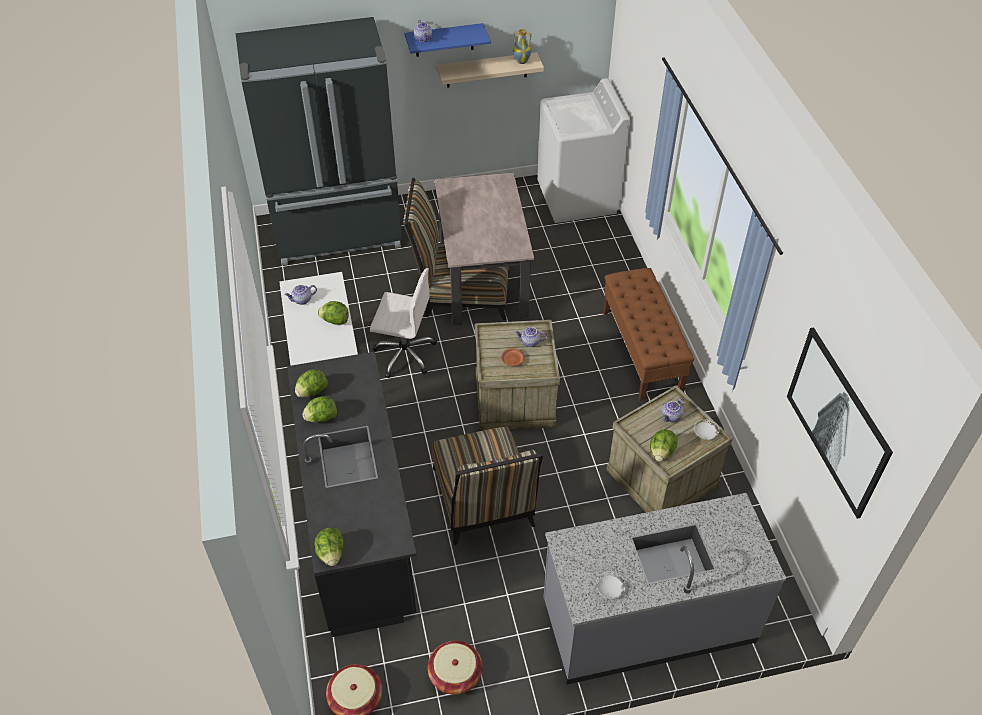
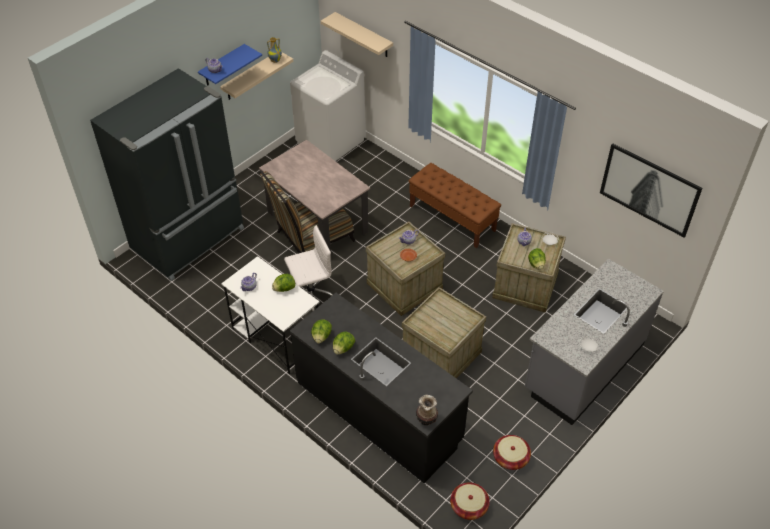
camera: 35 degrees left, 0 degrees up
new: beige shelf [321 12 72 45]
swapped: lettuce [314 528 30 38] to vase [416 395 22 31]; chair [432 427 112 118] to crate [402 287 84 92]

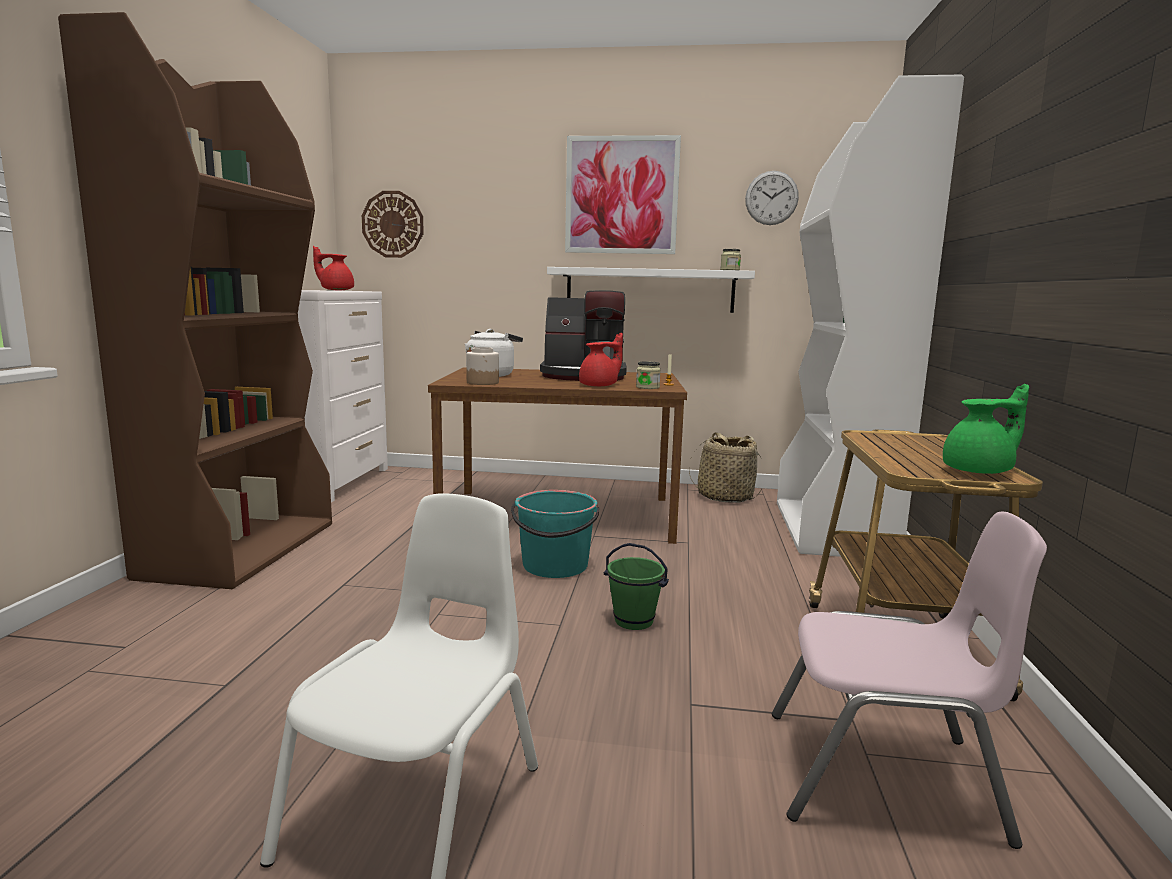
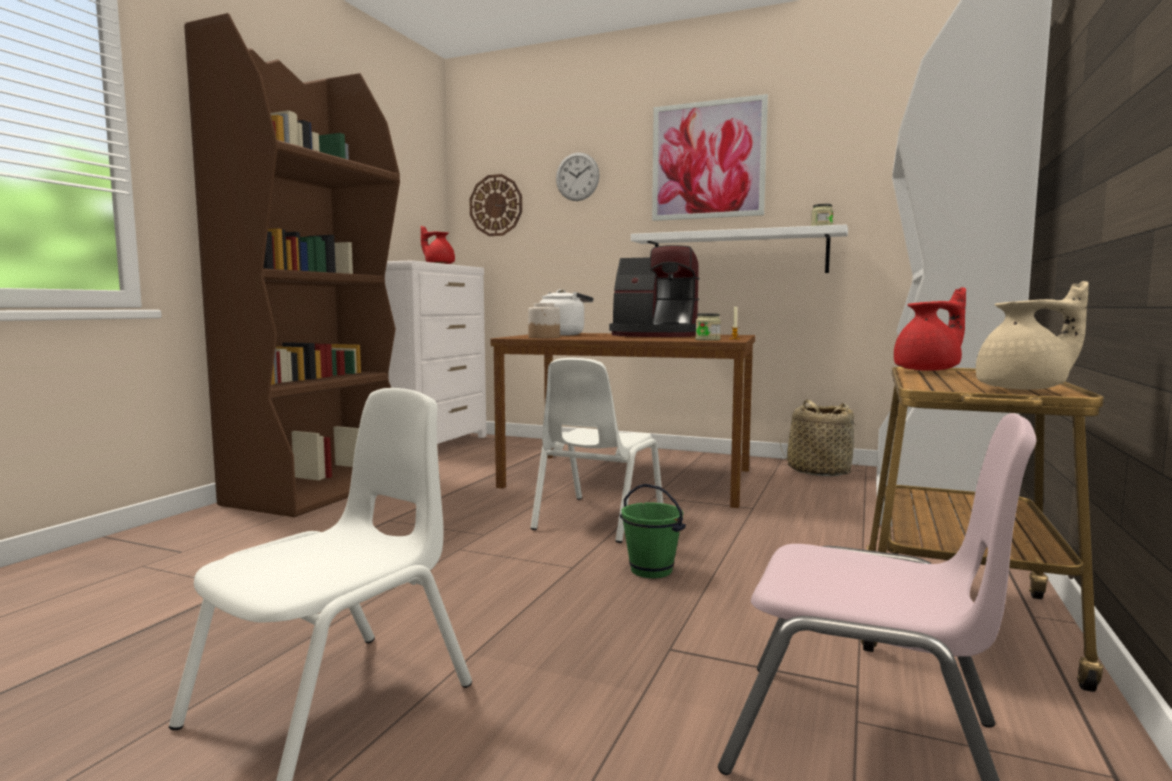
camera: 15 degrees right, 5 degrees down
shifted: red teapot [579 333 44 53] to [894 287 72 84]; wall clock [745 171 54 54] to [556 152 44 49]
swapped: turquoise bucket [511 490 88 88] to white chair [530 358 133 185]
repainted: green teapot [943 384 86 90] to beige teapot [976 281 113 108]

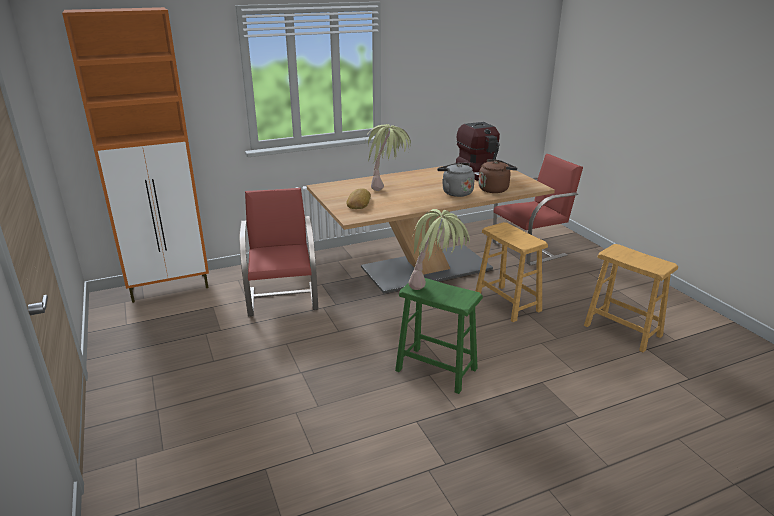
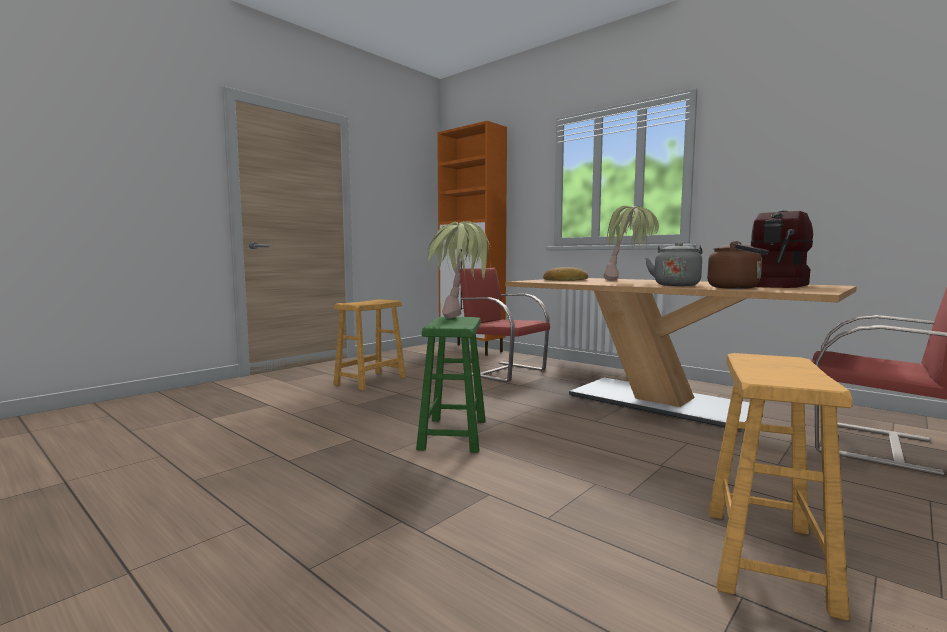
camera: 65 degrees right, 20 degrees down
shifted: brown stool [476 222 72 100] to [333 299 73 92]
rotated: red chair [240 188 78 129] = [460 268 90 114] 105 degrees counterclockwise

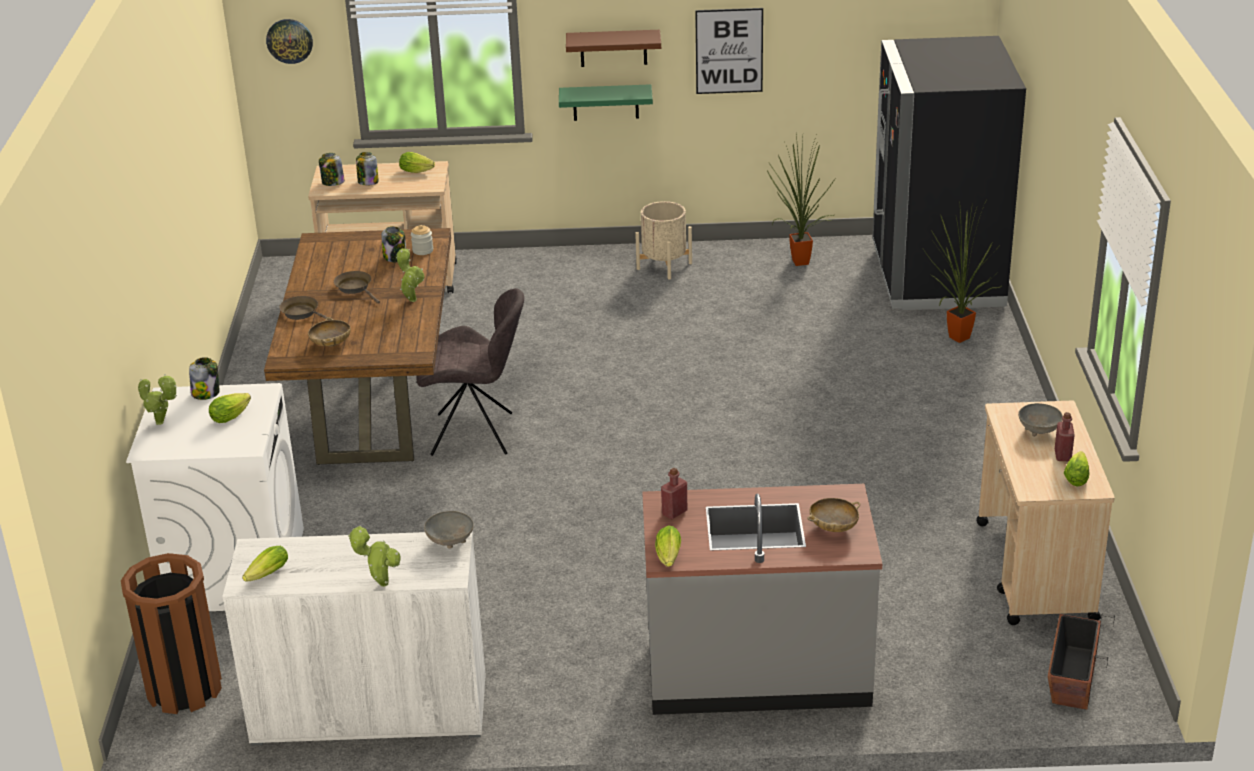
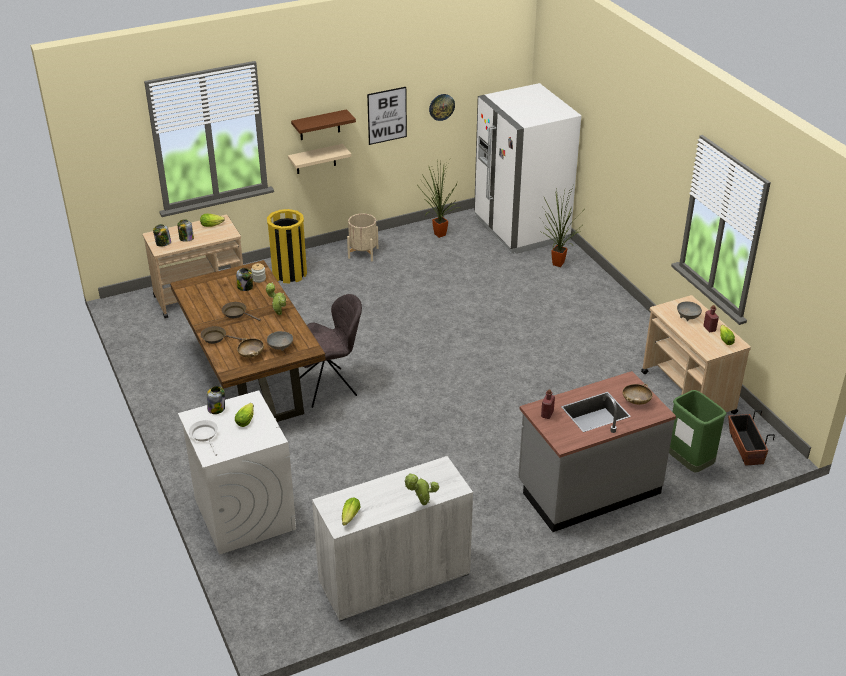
camera: 25 degrees left, 5 degrees up
gone: brown trash can [121 553 101 161]; lettuce [655 525 26 42]
new: yellow trash can [267 209 40 74]; green trash can [669 390 57 82]
shifted: wall clock [266 19 47 45] to [429 94 26 27]; grey bowl [424 511 50 38] to [267 331 26 20]
swapped: potted plant [138 374 39 51] to white frying pan [189 420 29 36]
repainted: green shelf [559 84 94 37] to beige shelf [288 144 63 30]; black fridge [873 36 153 274] to white fridge [474 83 107 171]

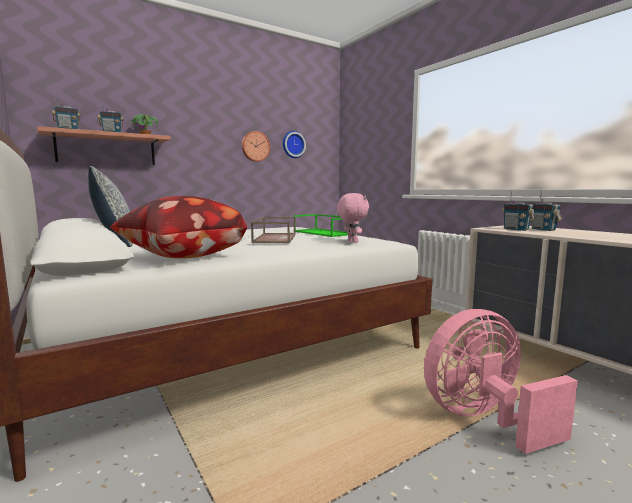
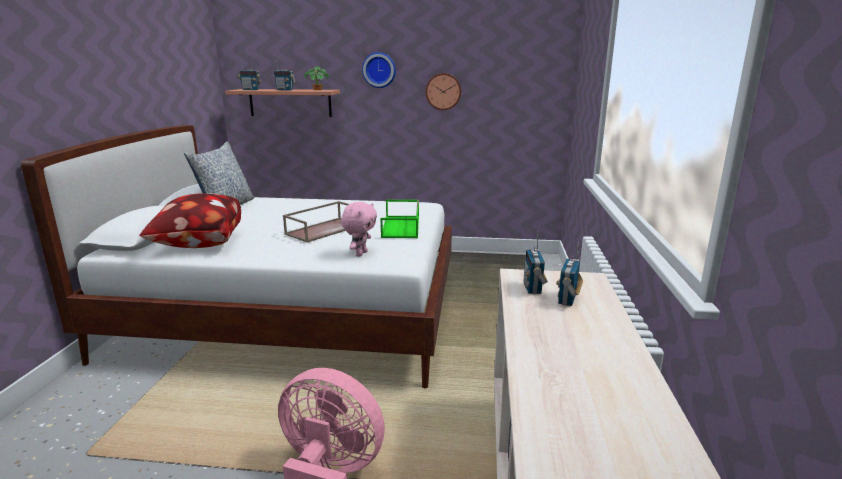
camera: 40 degrees right, 10 degrees up
shifted: wall clock [283 131 23 27] to [362 52 34 36]

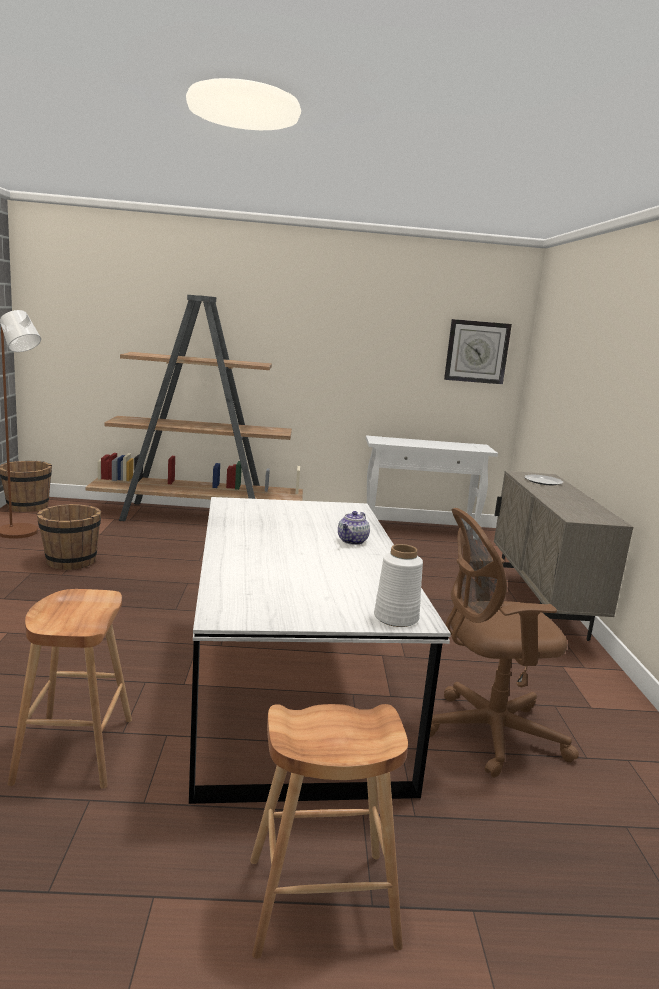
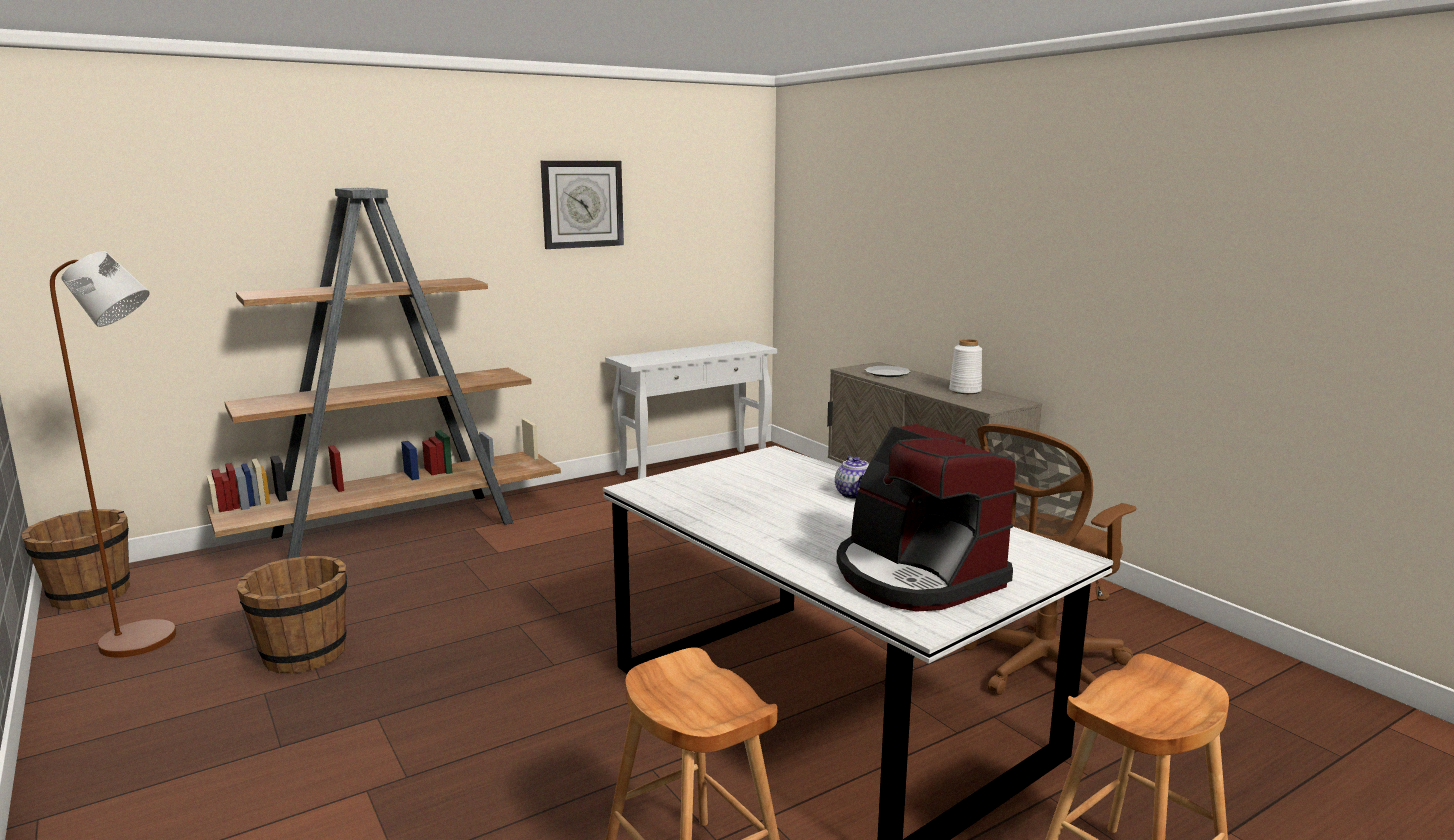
camera: 30 degrees left, 0 degrees up
new: coffee machine [836 424 180 188]
shifted: white vase [374 544 49 83] to [949 339 33 55]; wall clock [444 319 68 65] to [541 161 83 88]

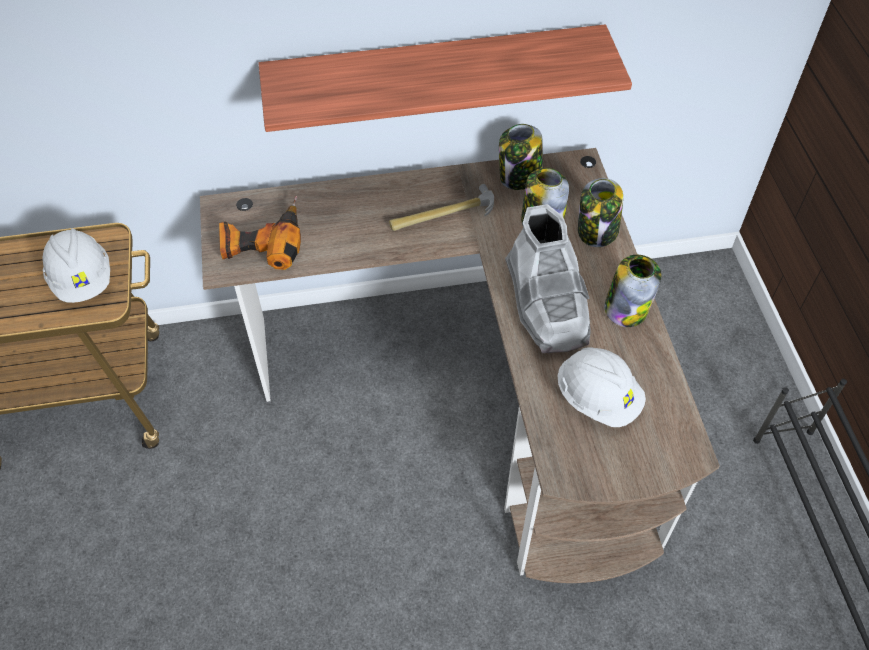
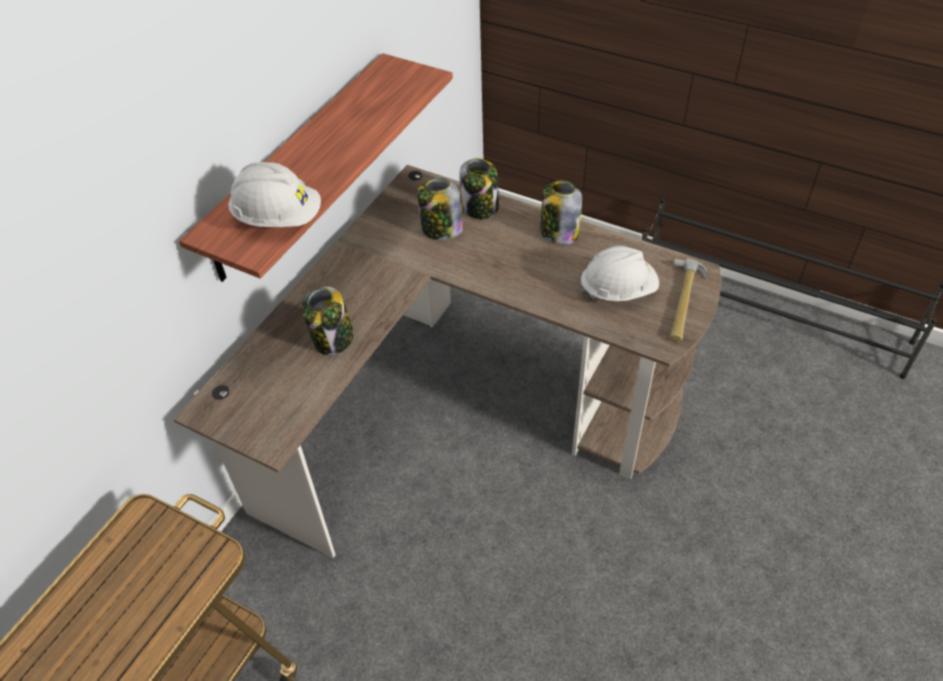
camera: 50 degrees left, 5 degrees down
gone: power drill [219 196 82 74]; grey boot [505 204 85 149]
shifted: white hard hat [42 228 68 75] to [228 162 93 65]; hammer [389 184 105 47] to [670 258 38 84]; jar [499 124 44 66] to [302 286 52 69]

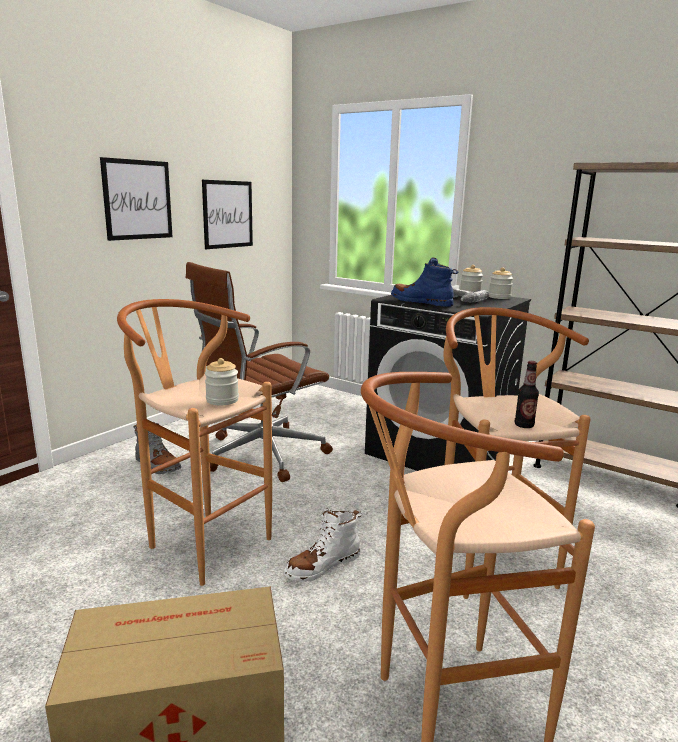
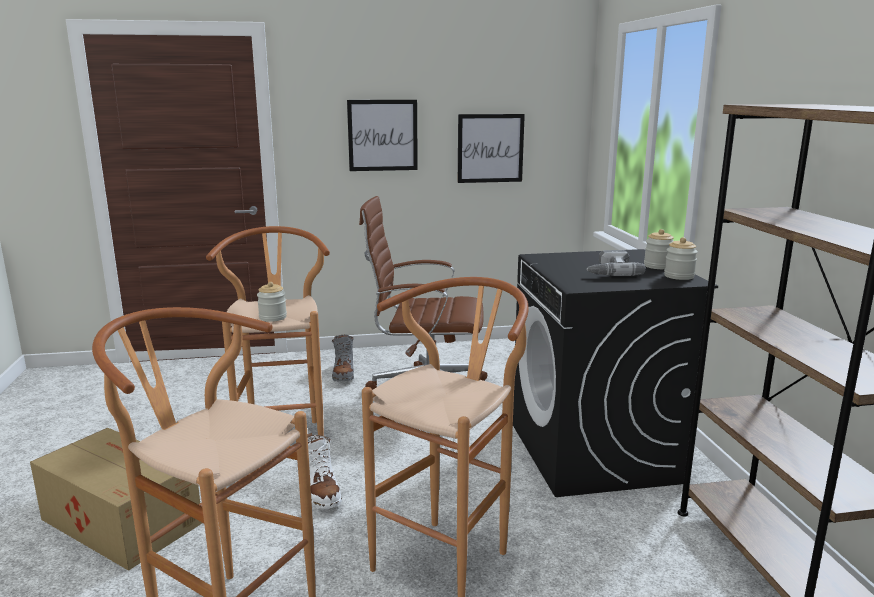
camera: 45 degrees right, 0 degrees up
gone: blue boot [391 257 67 50]; bottle [515 361 24 67]
rotated: white boot [284 509 78 73] = [307 433 35 76] 120 degrees counterclockwise

